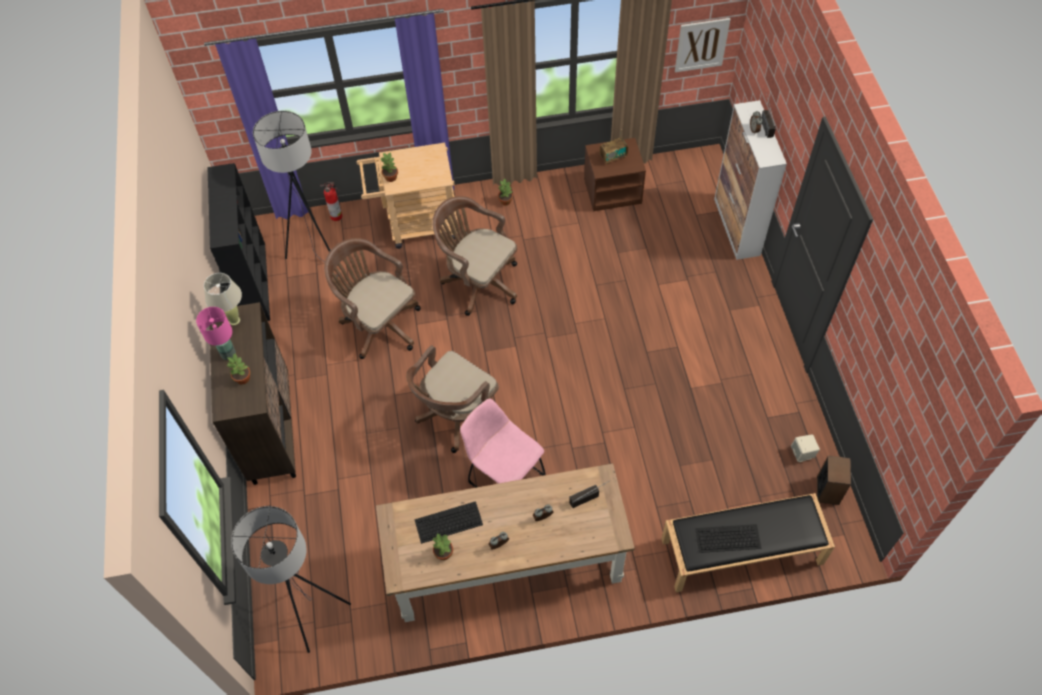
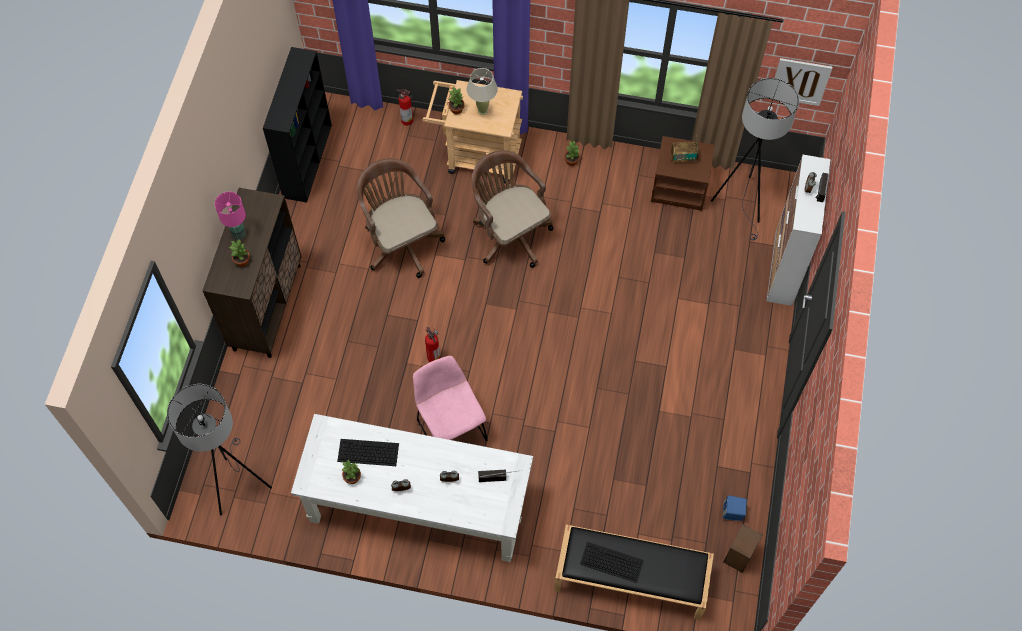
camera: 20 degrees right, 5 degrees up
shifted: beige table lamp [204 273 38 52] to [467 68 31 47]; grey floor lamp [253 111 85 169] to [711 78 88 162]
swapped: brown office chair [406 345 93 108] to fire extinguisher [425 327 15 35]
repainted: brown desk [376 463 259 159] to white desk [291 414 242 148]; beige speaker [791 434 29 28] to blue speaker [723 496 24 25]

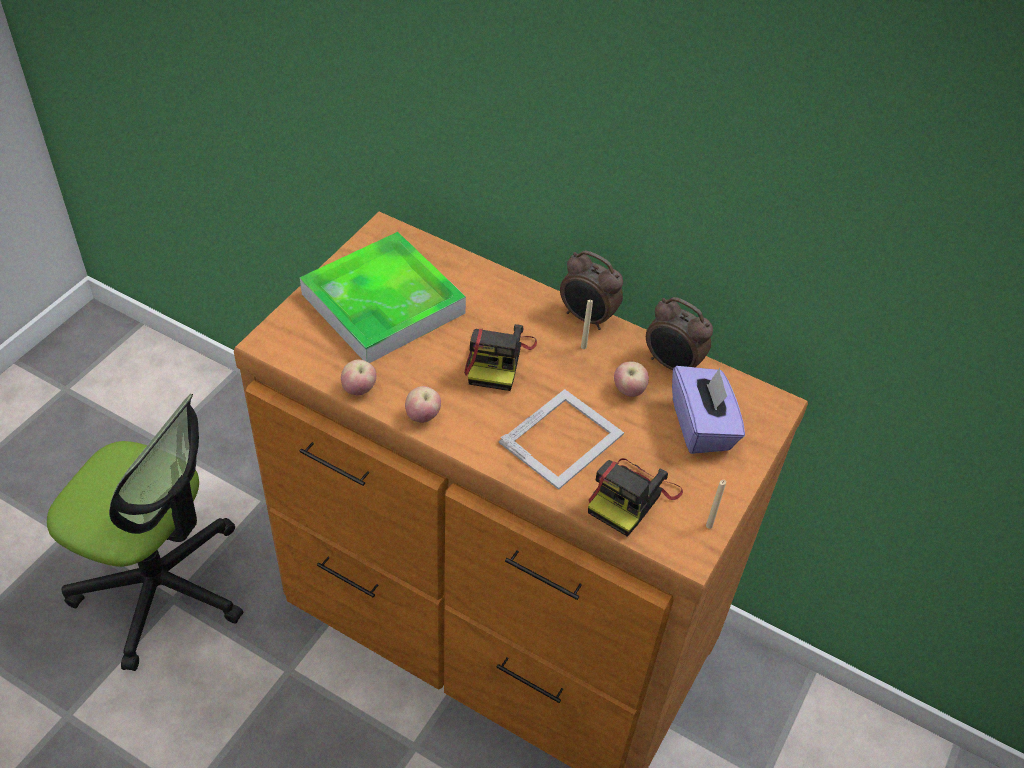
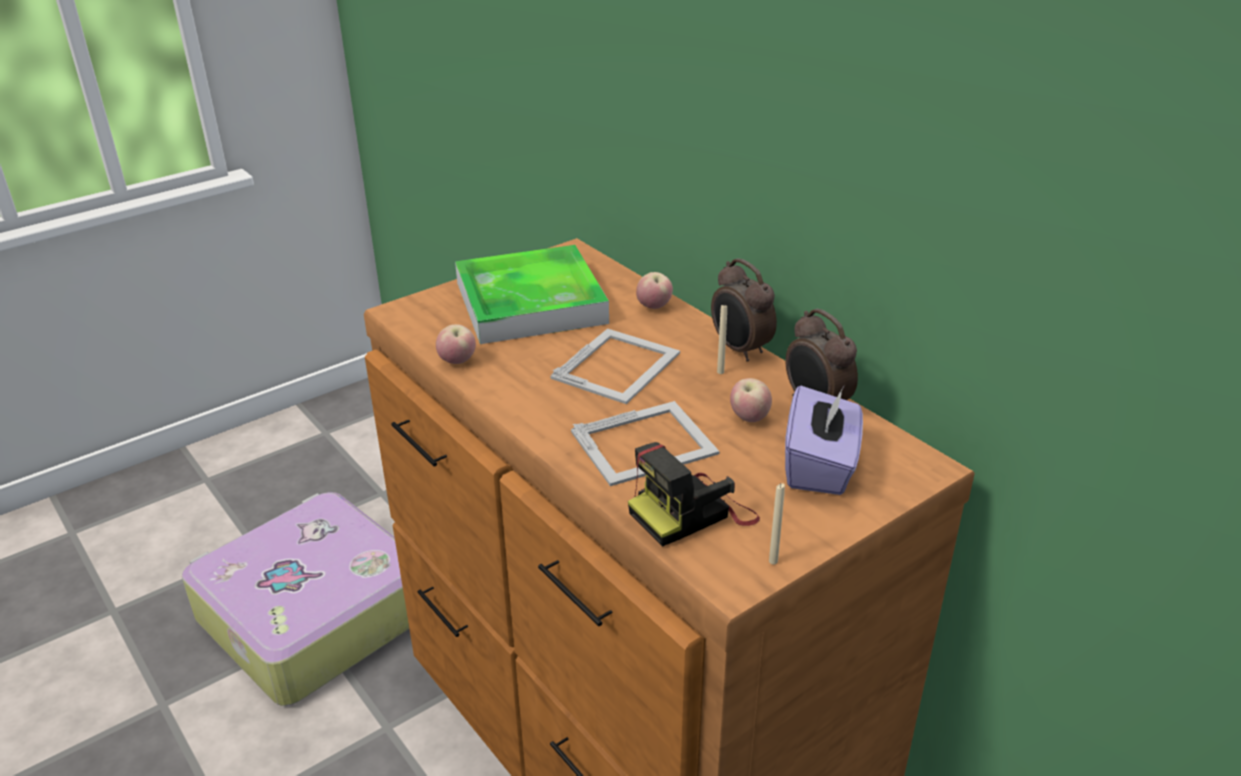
camera: 25 degrees right, 15 degrees down
shifted: apple [405 386 36 37] to [636 272 37 37]
swapped: office chair [47 394 196 277] to suitcase [182 492 227 214]; photo camera [464 324 73 67] to picture frame [550 328 130 76]

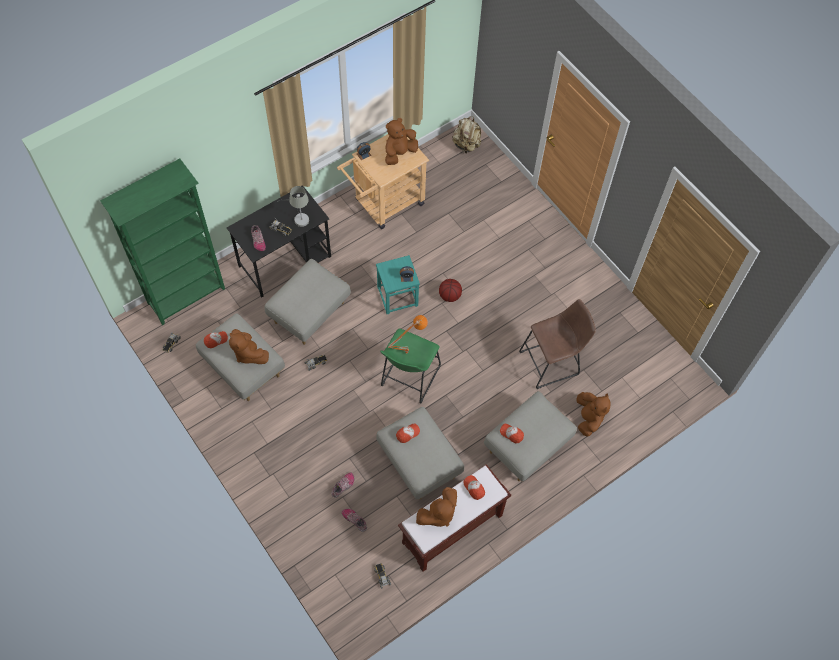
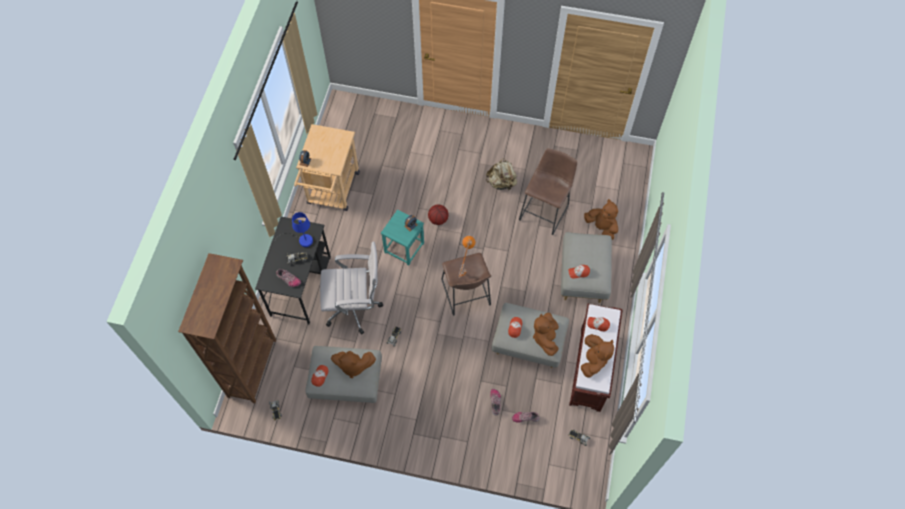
camera: 40 degrees left, 0 degrees up
shifted: brown plush toy [385 118 33 47] to [533 313 26 43]; beige backpack [452 116 29 37] to [486 158 31 32]
swapped: grey ottoman [265 259 86 86] to white office chair [320 241 63 93]
repainted: green bookcase [100 158 125 167] to brown bookcase [178 253 98 150]; grey table lamp [277 186 32 41] to blue table lamp [274 212 39 35]; green stool [380 328 61 75] to brown stool [442 253 49 63]

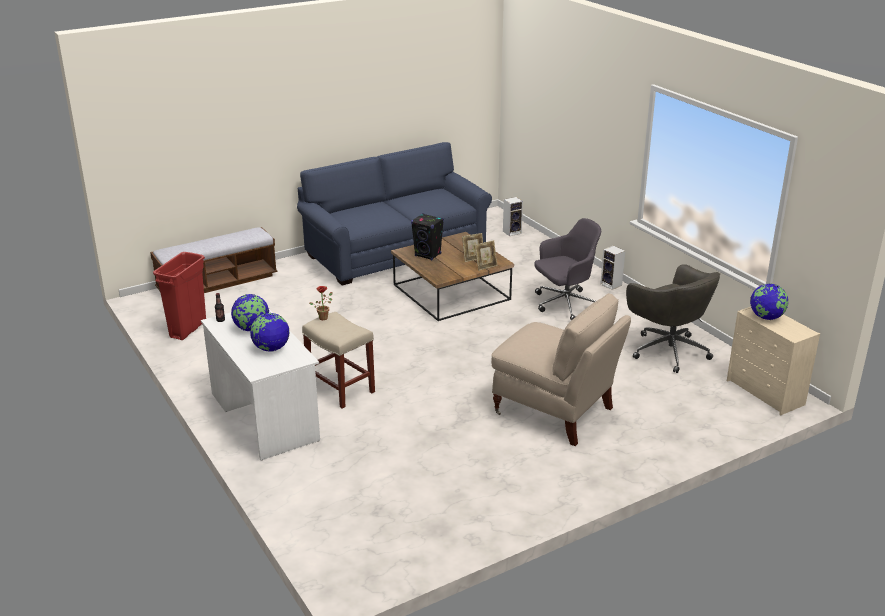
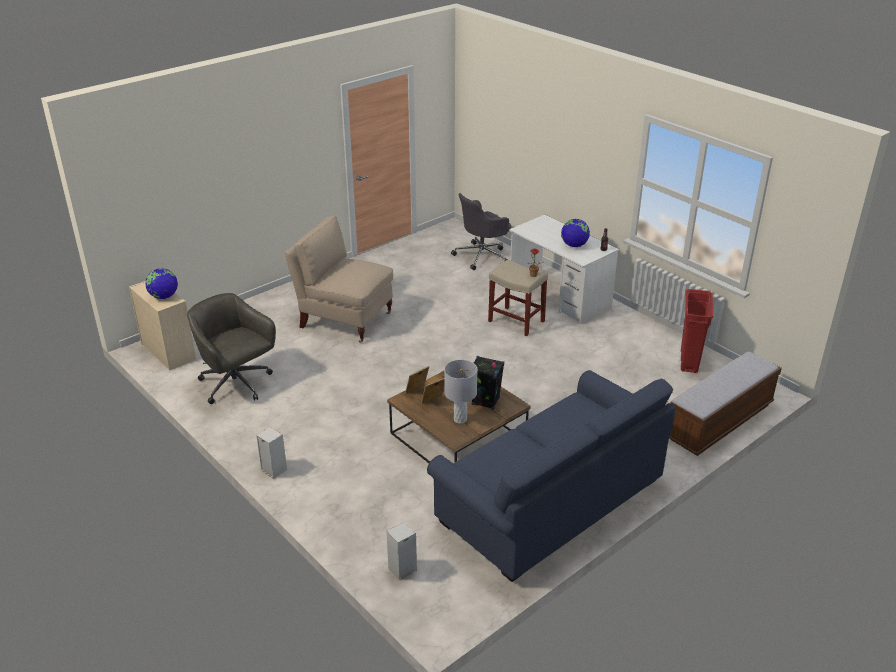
camera: 170 degrees right, 5 degrees up
gone: globe [250 313 40 39]
new: grey table lamp [444 360 34 64]
shifted: grey office chair [534 218 67 103] to [451 193 60 77]

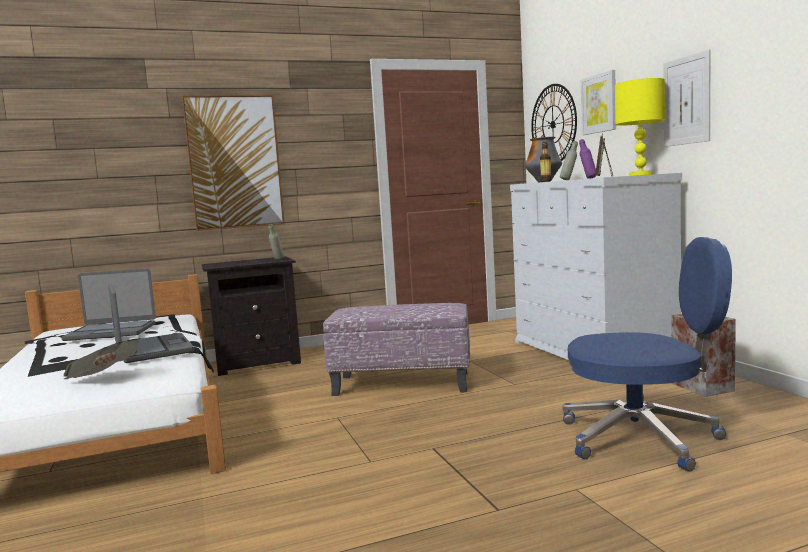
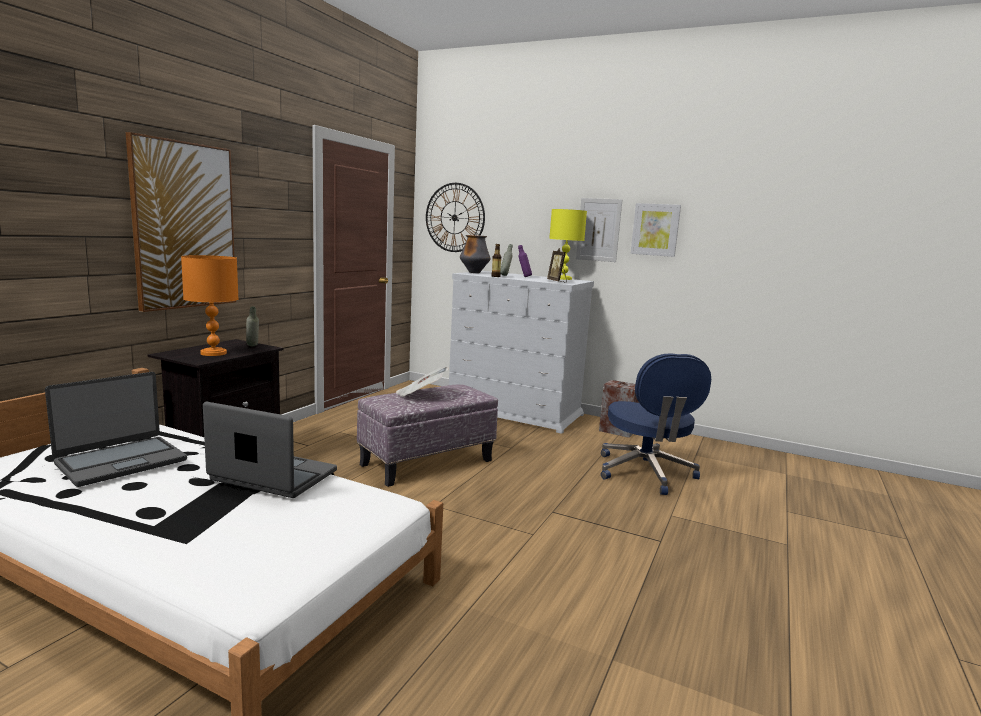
camera: 45 degrees left, 5 degrees up
new: orange table lamp [181 255 57 101]
shifted: newspaper [64 341 75 38] to [396 367 53 30]; picture [581 70 35 65] to [630 203 51 54]
rotated: blue office chair [563 237 169 235] = [601 353 110 142] 120 degrees clockwise

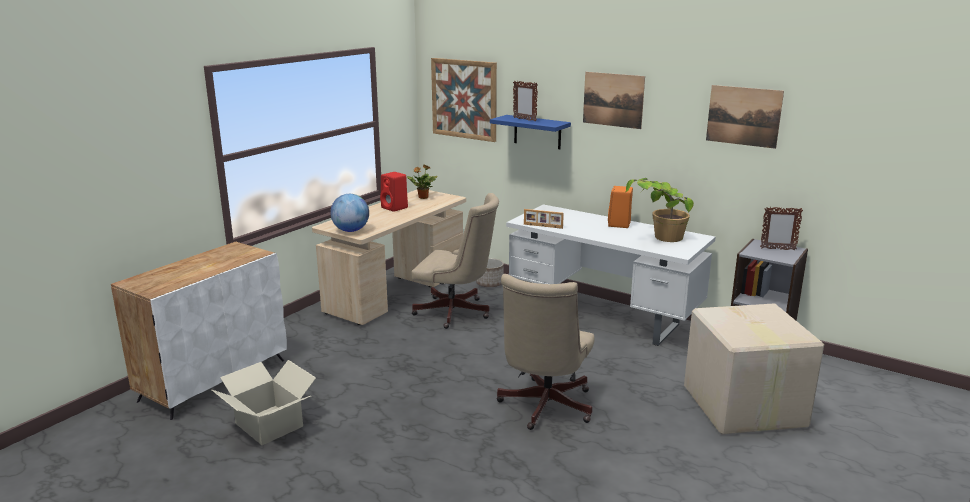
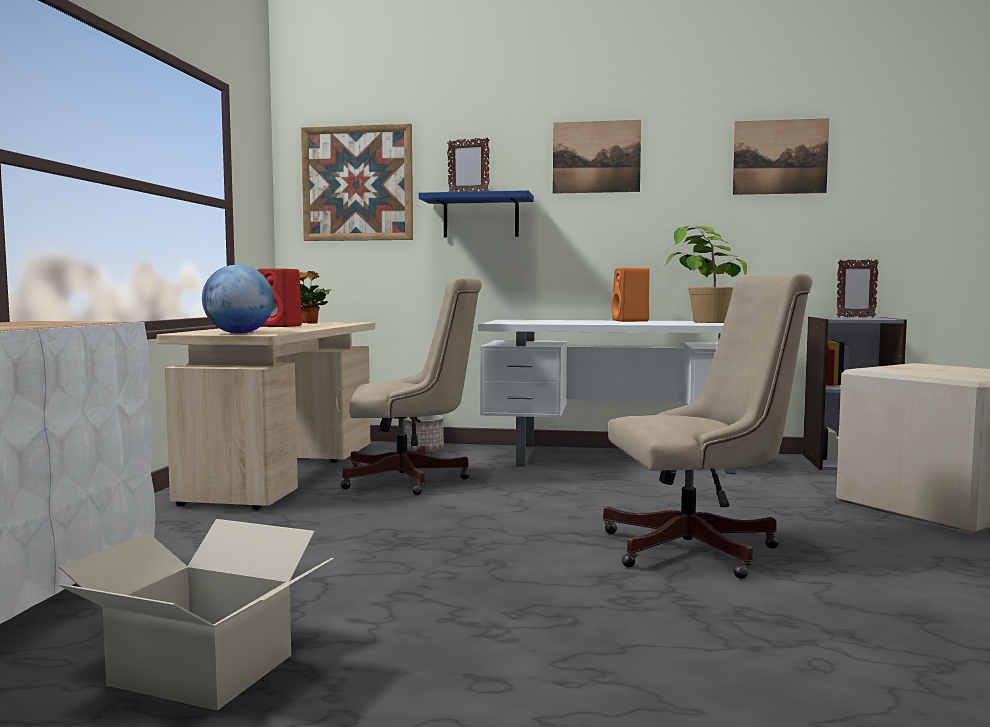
camera: 25 degrees left, 15 degrees down
gone: picture frame [524 209 40 20]
rotated: beige office chair [497 274 97 156] = [603 273 210 306] 90 degrees counterclockwise

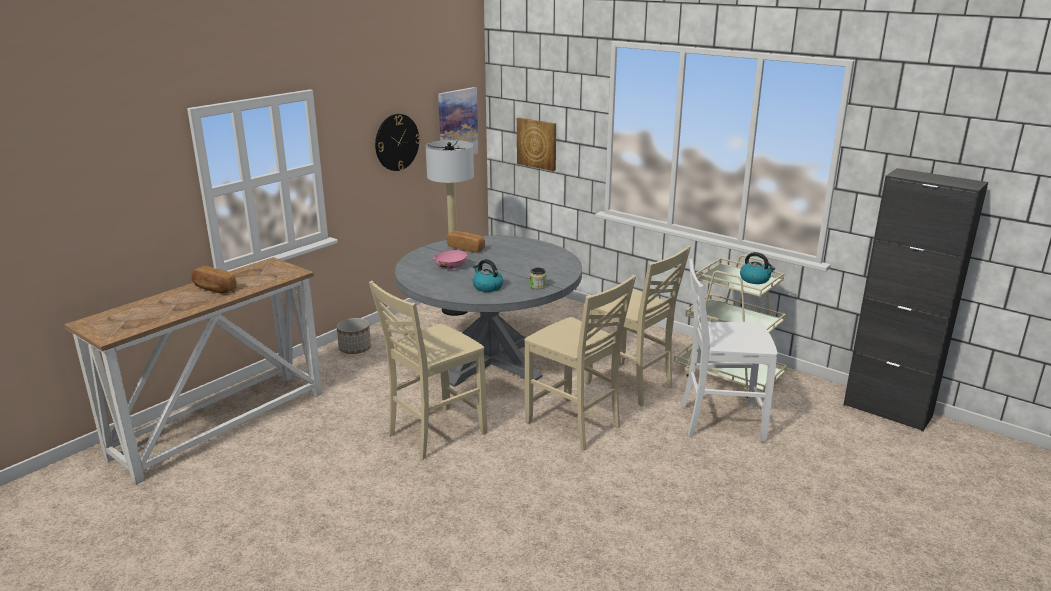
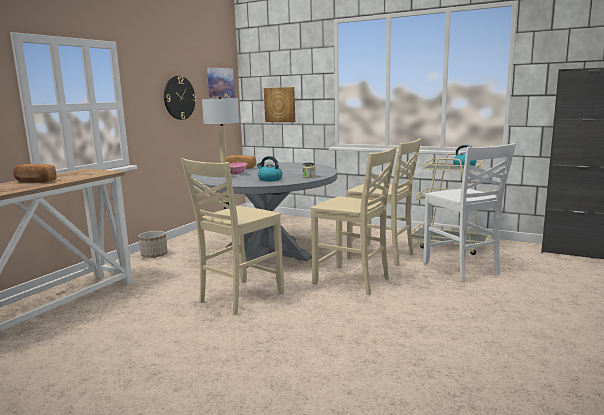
camera: 10 degrees left, 10 degrees down
rotated: white chair [681 259 97 183] = [423 143 93 139] 105 degrees counterclockwise

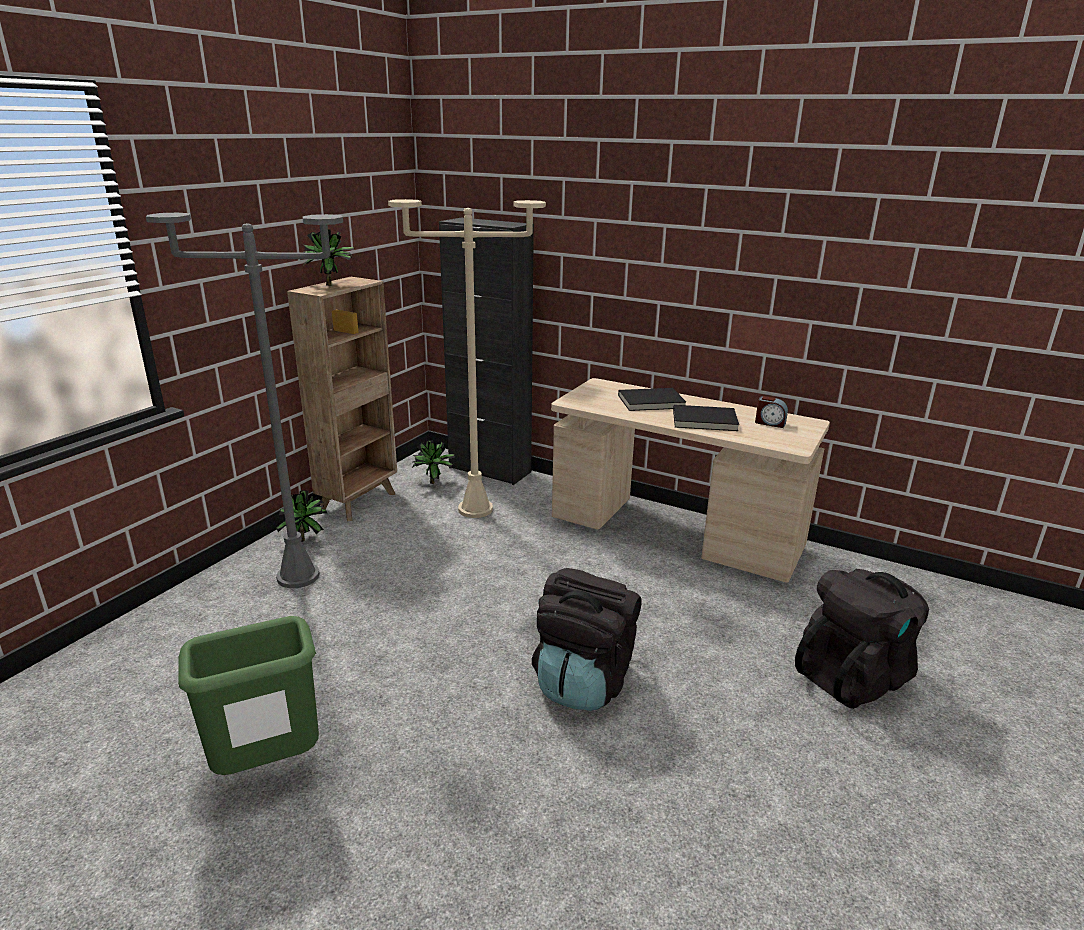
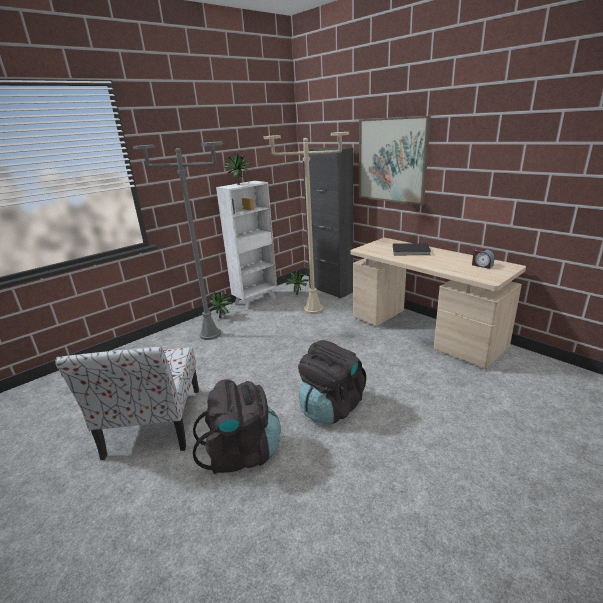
camera: 20 degrees right, 0 degrees up
gone: black book [673 405 66 26]
new: picture [359 116 72 89]
shifted: black backpack [795 569 134 140] to [193 379 88 95]
swapped: green trash can [178 616 141 159] to chair [55 347 144 113]
repainted: brown bookcase [287 277 110 244] to white bookcase [216 181 61 129]

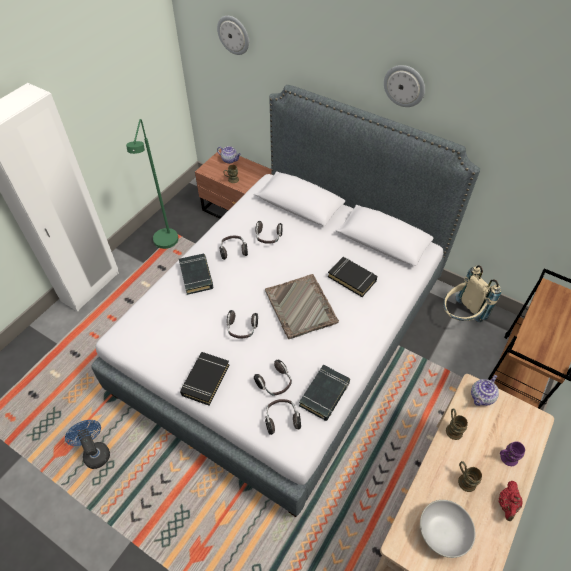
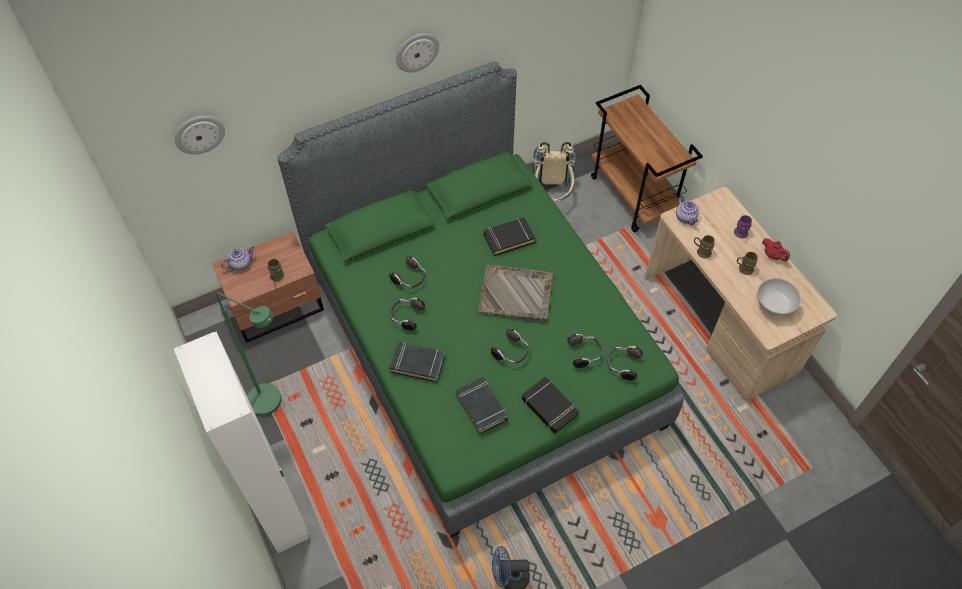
camera: 60 degrees left, 5 degrees up
shifted: black book [299 365 51 56] to [456 377 52 57]
repainted: grey bed [91 85 389 432] to green bed [277 62 407 476]

